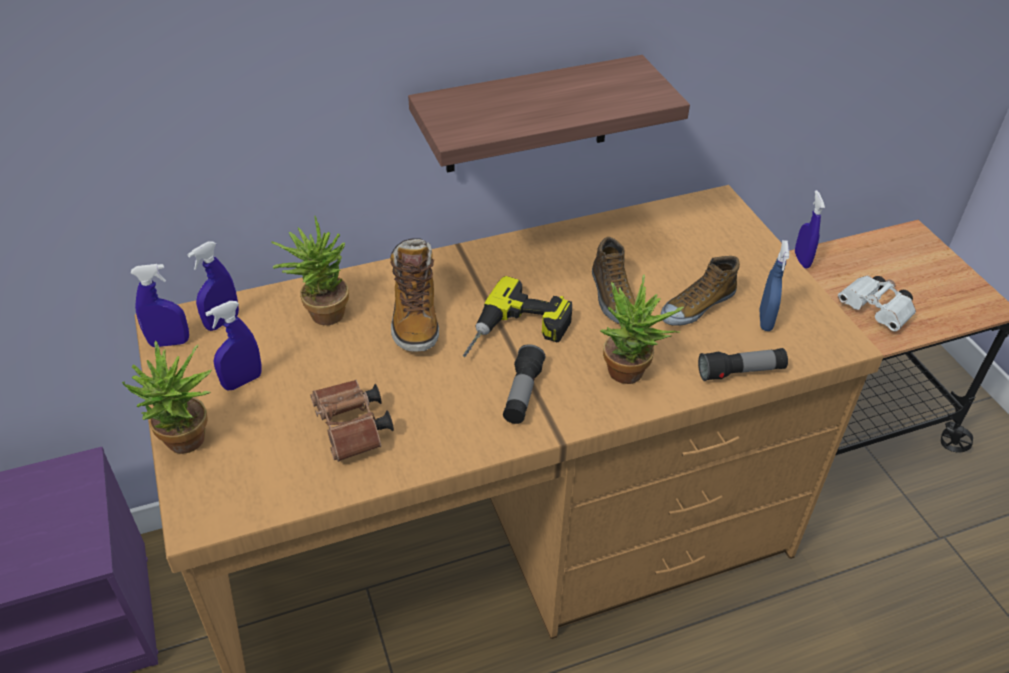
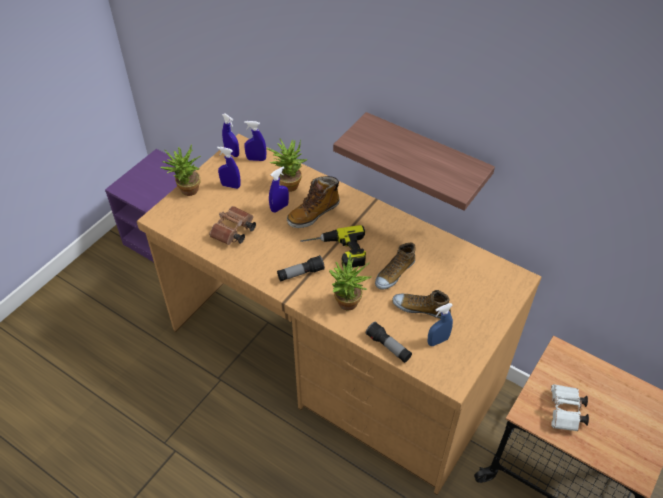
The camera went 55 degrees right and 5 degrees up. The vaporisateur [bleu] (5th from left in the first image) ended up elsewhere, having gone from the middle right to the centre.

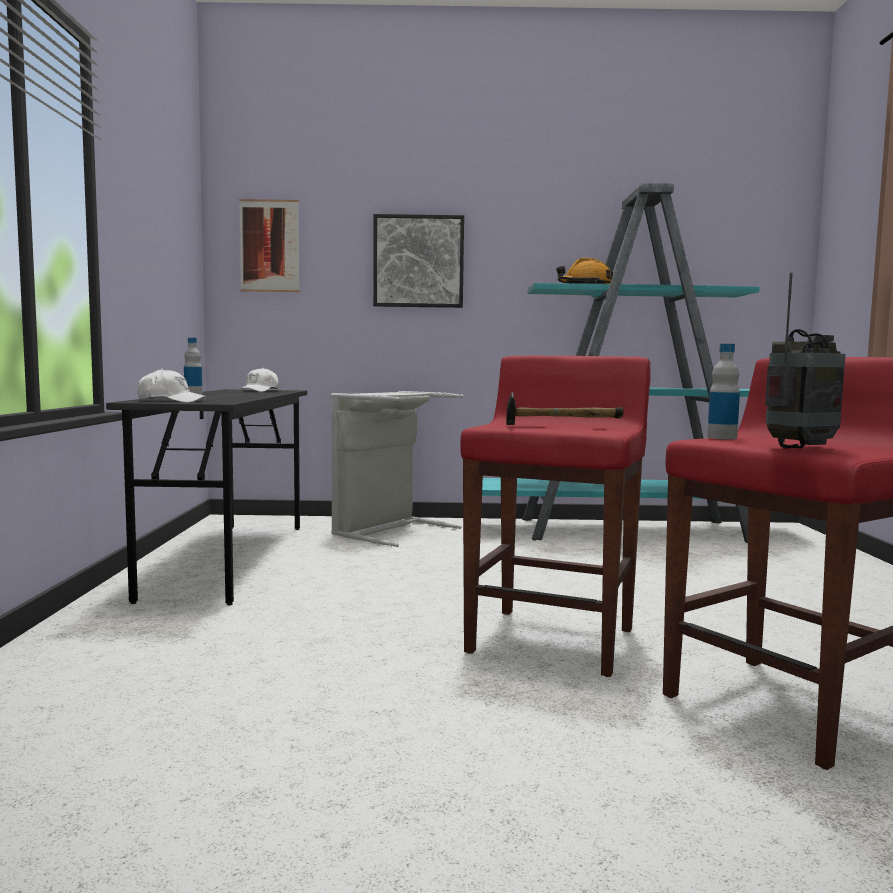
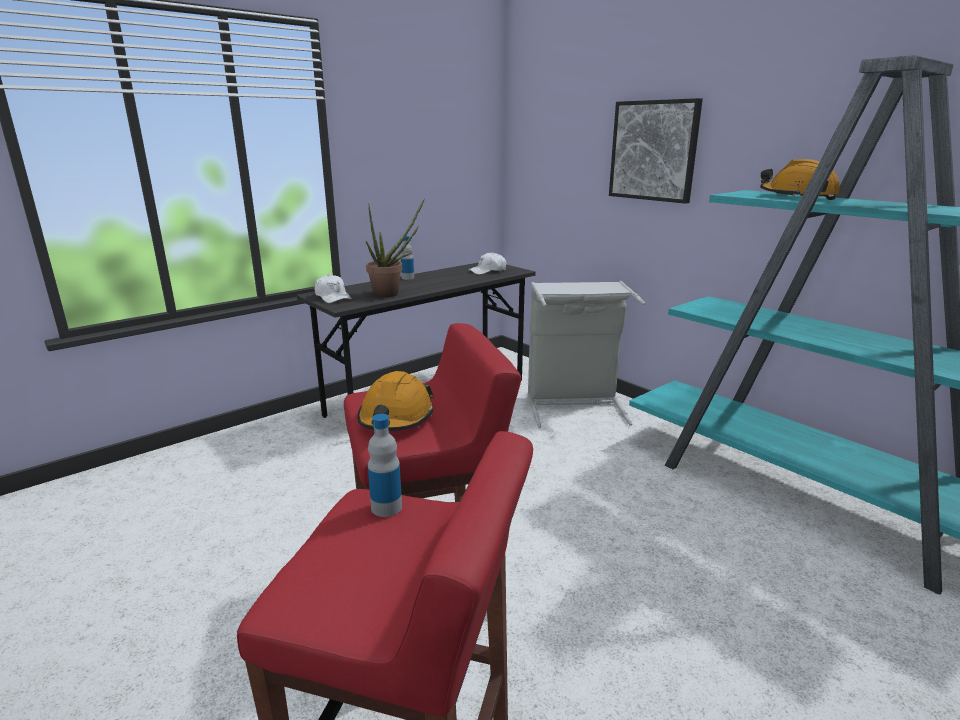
The camera went 50 degrees right and 15 degrees up. Where the marteau stood at the centre, the casque de chantier [orange] (1st from left) came to stand at the centre. The second view gained the plante en pot at the centre. The second view lost the tableau (1st from left) at the top left. The second view lost the radio at the middle right.

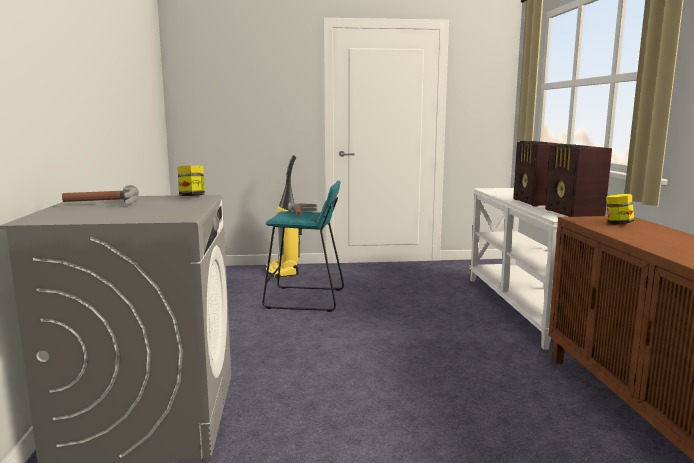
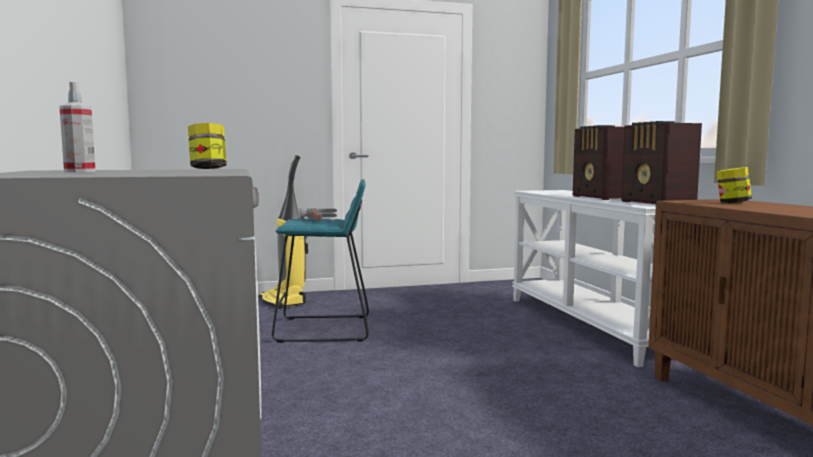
The camera went 10 degrees left and 5 degrees down. Where the marteau (1st from left) stood at the middle left, the vaporisateur came to stand at the top left.

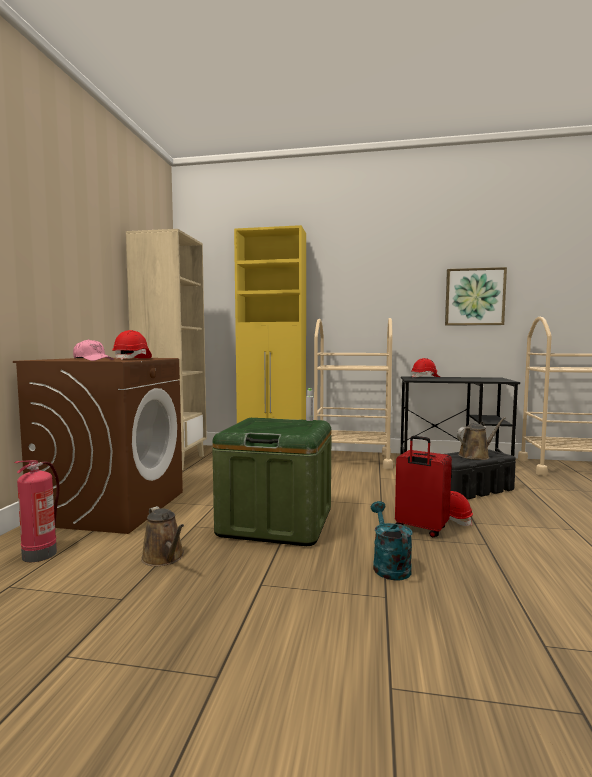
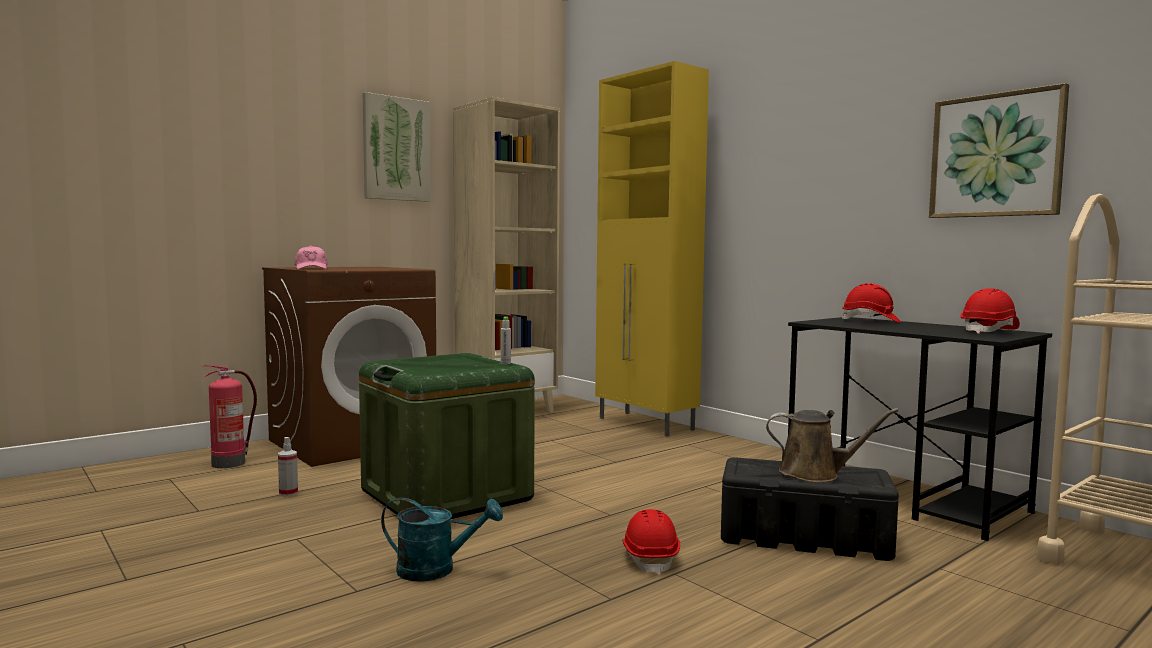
The camera went 40 degrees right and 0 degrees up. Where the arrosoir [marron] (1st from left) stood at the bottom left, the vaporisateur came to stand at the bottom left. The second view gained the tableau (1st from left) at the top centre. The arrosoir [turquoise] at the bottom centre ended up facing another way, 60 degrees clockwise from before. The casque de chantier [rouge] (1st from left in the first image) ended up elsewhere, having gone from the middle left to the middle right. The second view lost the chariot [beige] (1st from left) at the centre. The second view lost the valise [rouge] at the middle right.

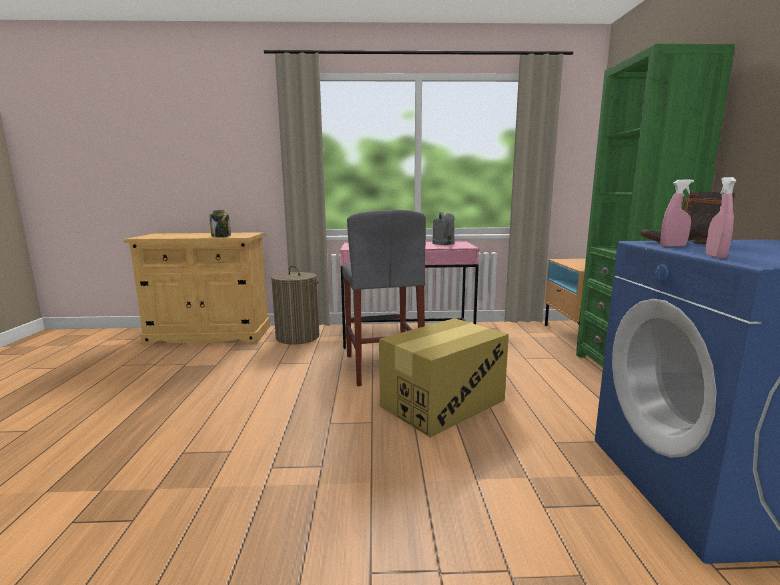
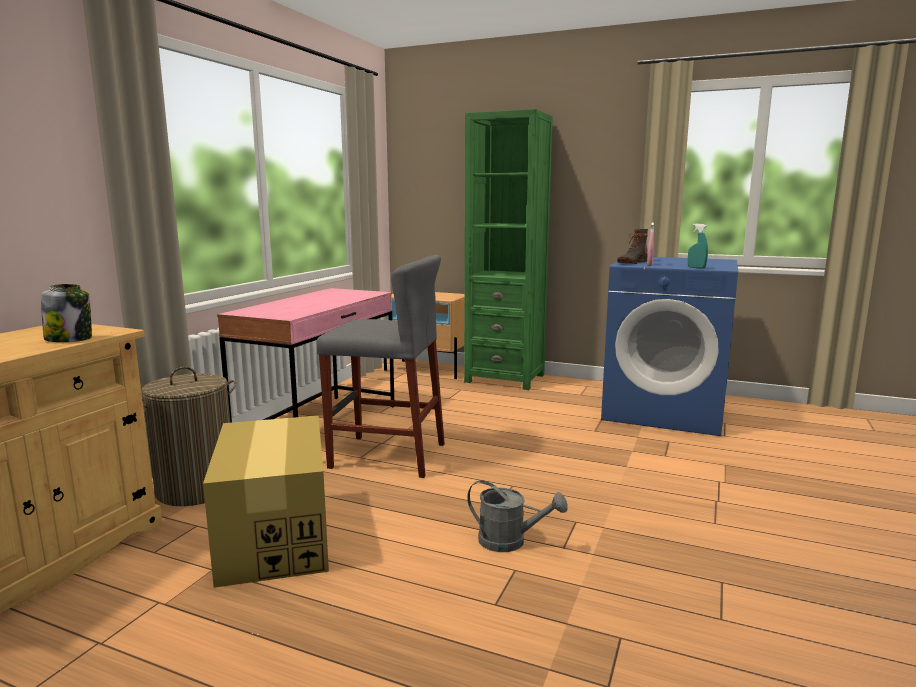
The camera went 65 degrees left and 0 degrees up. The carton ended up elsewhere, having gone from the centre to the bottom left. The arrosoir [gris] ended up elsewhere, having gone from the centre to the bottom centre. What was the vaporisateur [rose] (2nd from left) at the middle right turned into the vaporisateur [turquoise] at the middle right.

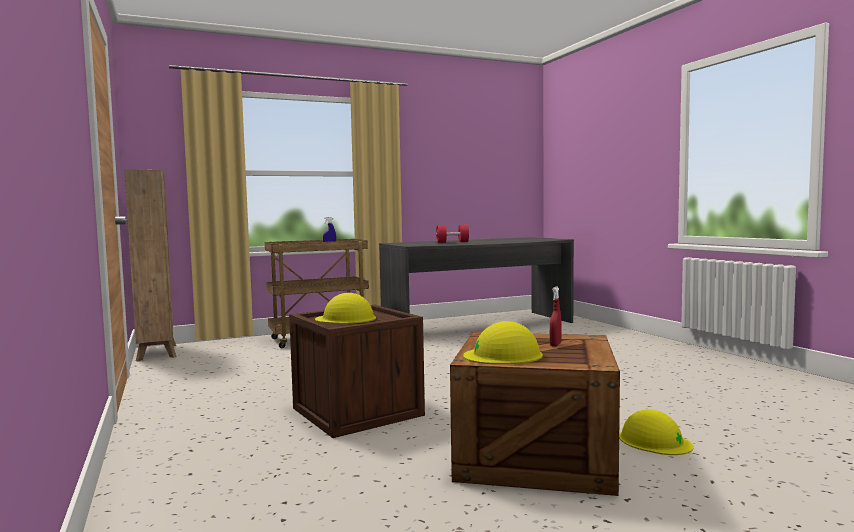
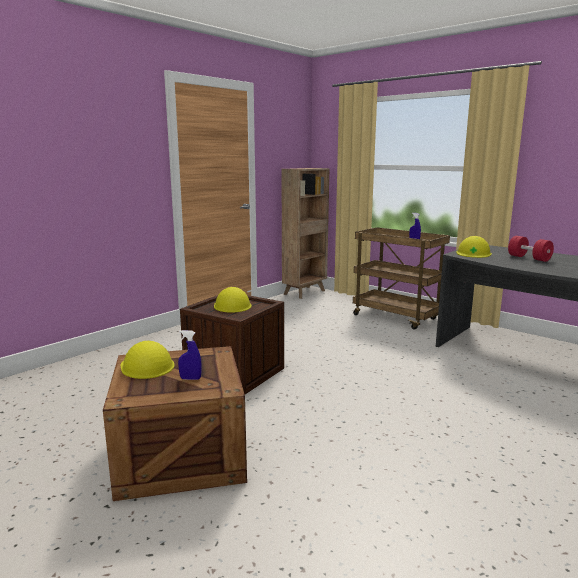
The camera went 65 degrees right and 10 degrees up. What was the vaporisateur [rouge] at the centre turned into the vaporisateur [bleu] (1st from left) at the middle left. The casque de chantier [jaune] (3rd from left) ended up elsewhere, having gone from the bottom right to the middle right.

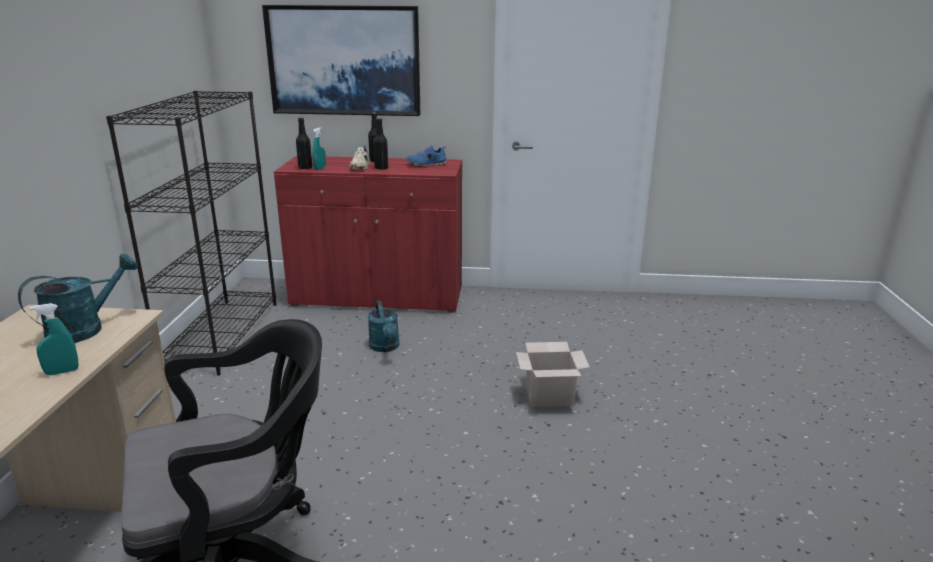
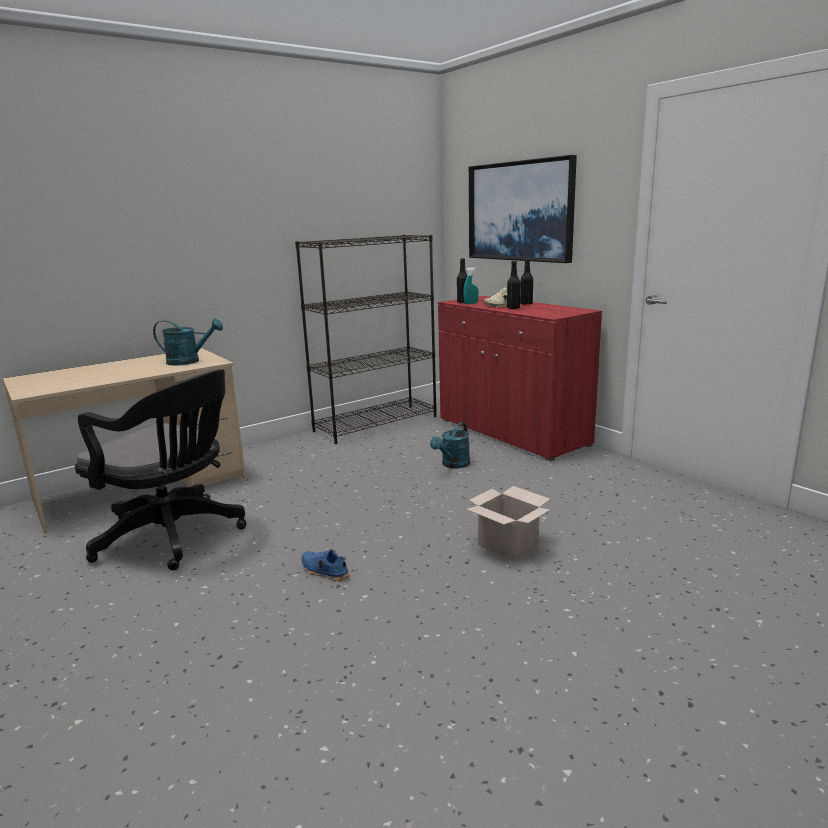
The camera went 50 degrees right and 5 degrees down. The chaussure [bleu] ended up elsewhere, having gone from the top centre to the bottom centre. The second view lost the vaporisateur [turquoise] (1st from left) at the middle left.

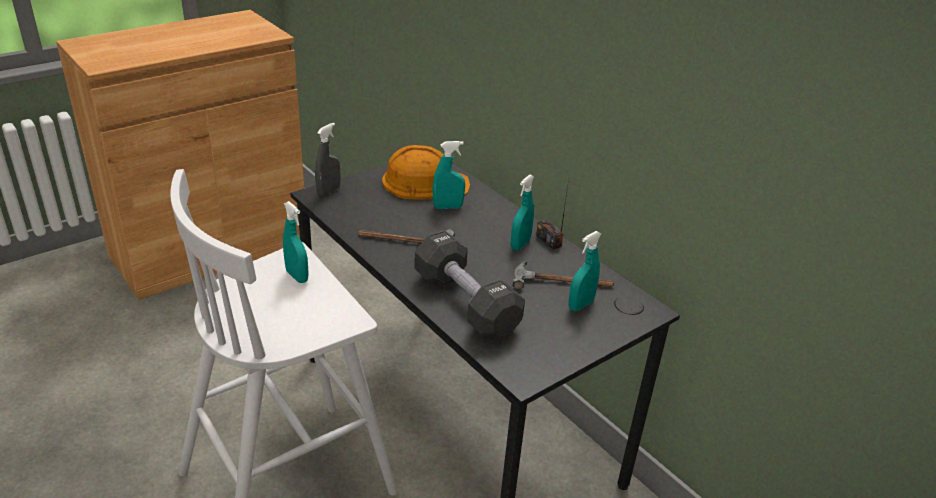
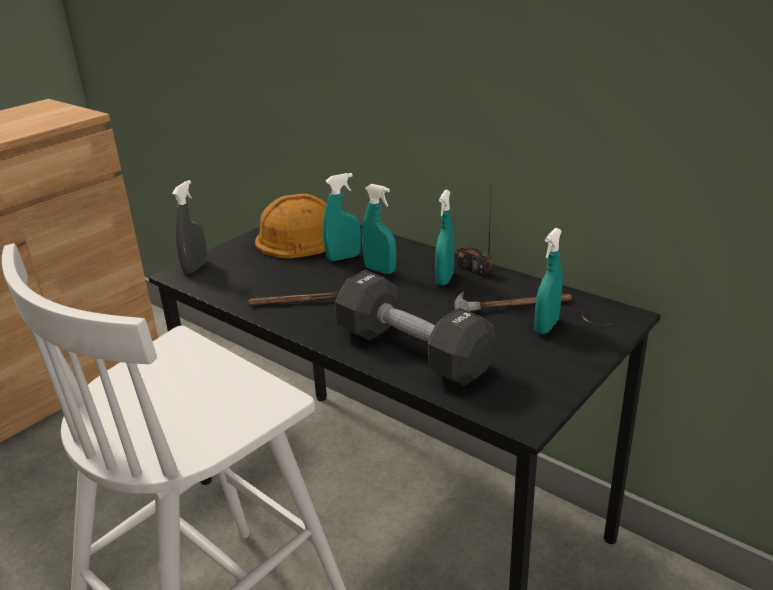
The camera went 10 degrees left and 5 degrees down. The vaporisateur [turquoise] (1st from left in the first image) ended up elsewhere, having gone from the middle left to the centre.

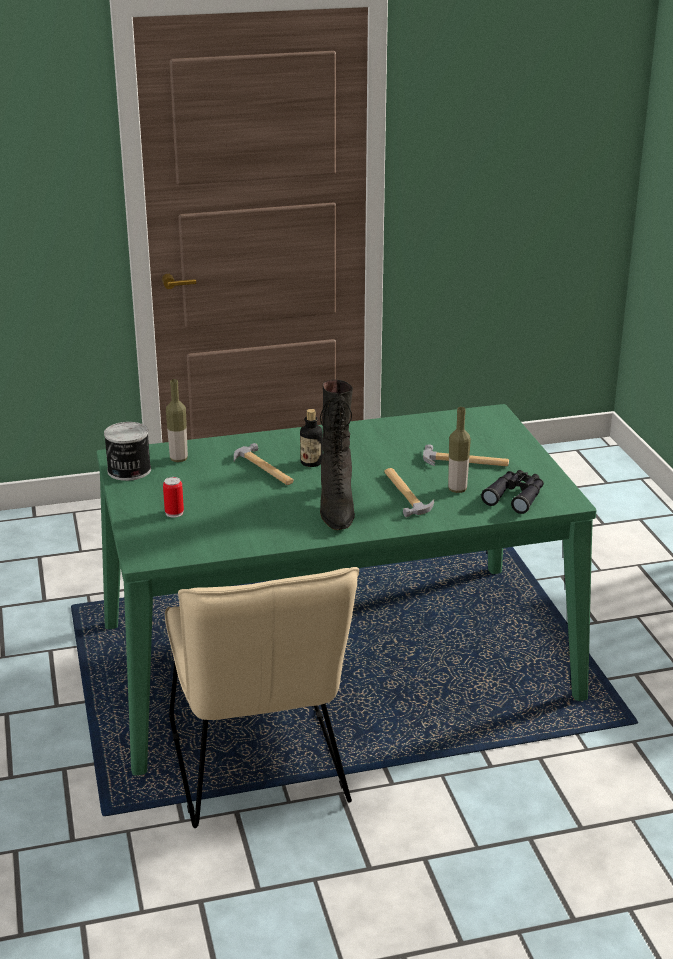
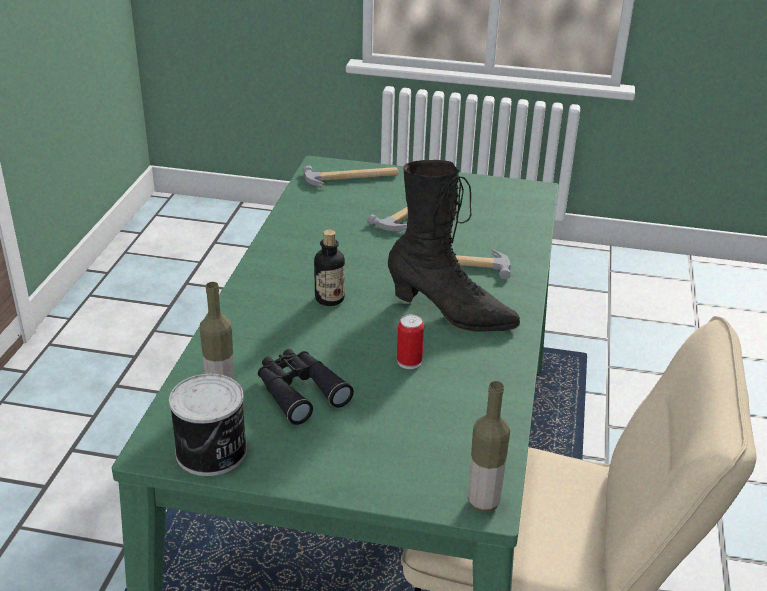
The camera went 65 degrees left and 5 degrees up. The jumelles [noir] ended up elsewhere, having gone from the middle right to the centre. The marteau (1st from left) ended up elsewhere, having gone from the centre to the top centre. The boîte métallique (2nd from left) ended up elsewhere, having gone from the middle left to the centre. The bouteille (3rd from left) ended up elsewhere, having gone from the middle right to the bottom centre.

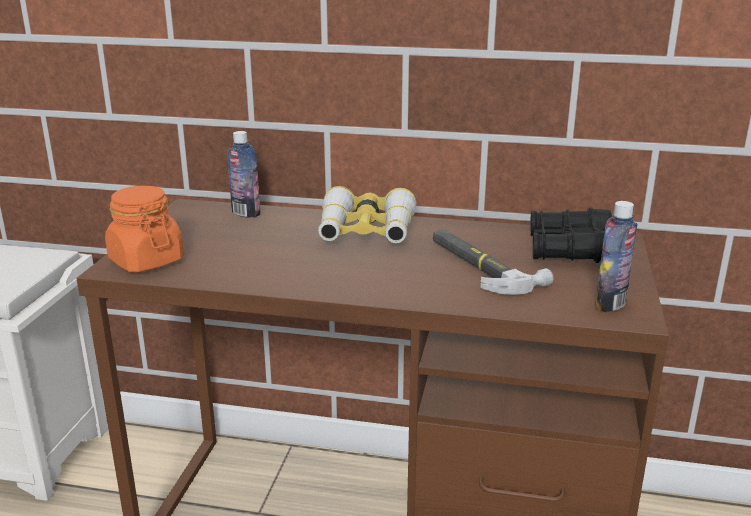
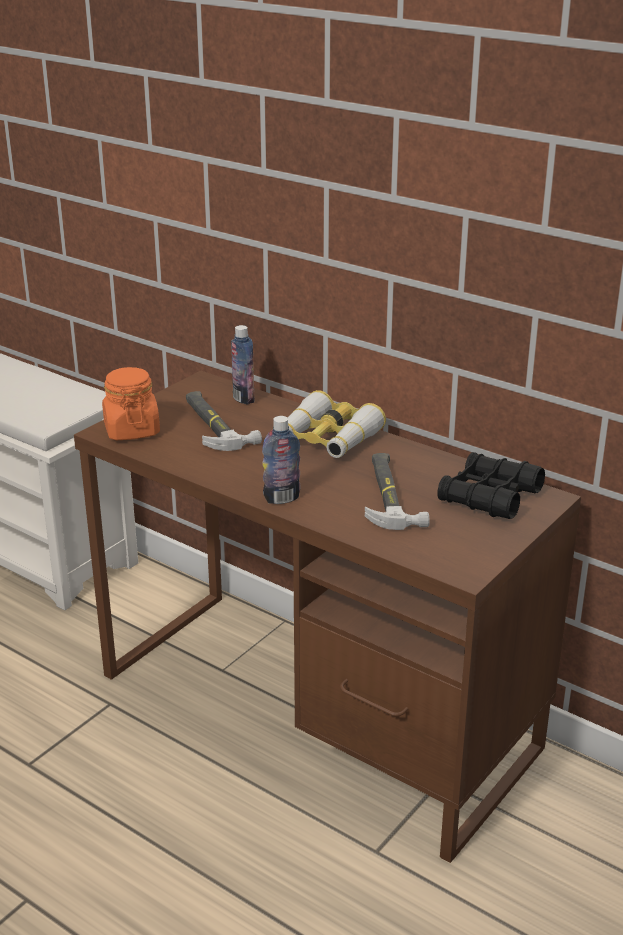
The camera went 25 degrees right and 5 degrees up. The second view gained the marteau (1st from left) at the centre. The bouteille (2nd from left) ended up elsewhere, having gone from the middle right to the centre.

